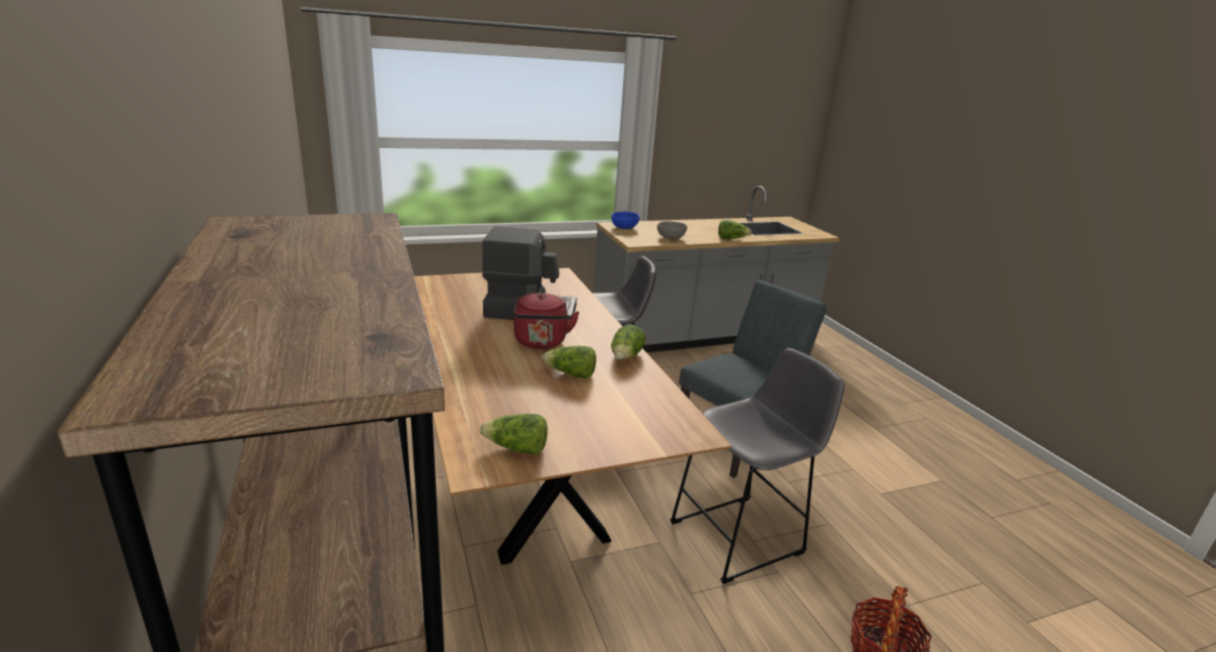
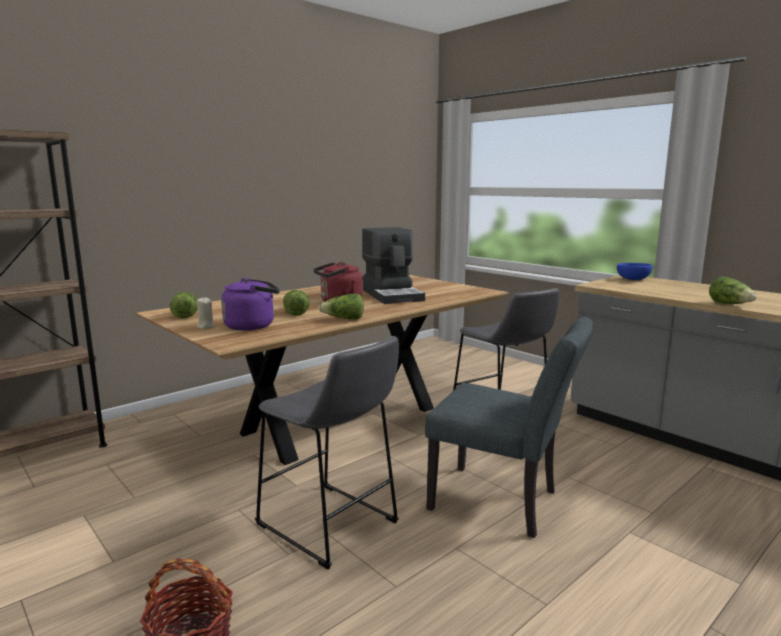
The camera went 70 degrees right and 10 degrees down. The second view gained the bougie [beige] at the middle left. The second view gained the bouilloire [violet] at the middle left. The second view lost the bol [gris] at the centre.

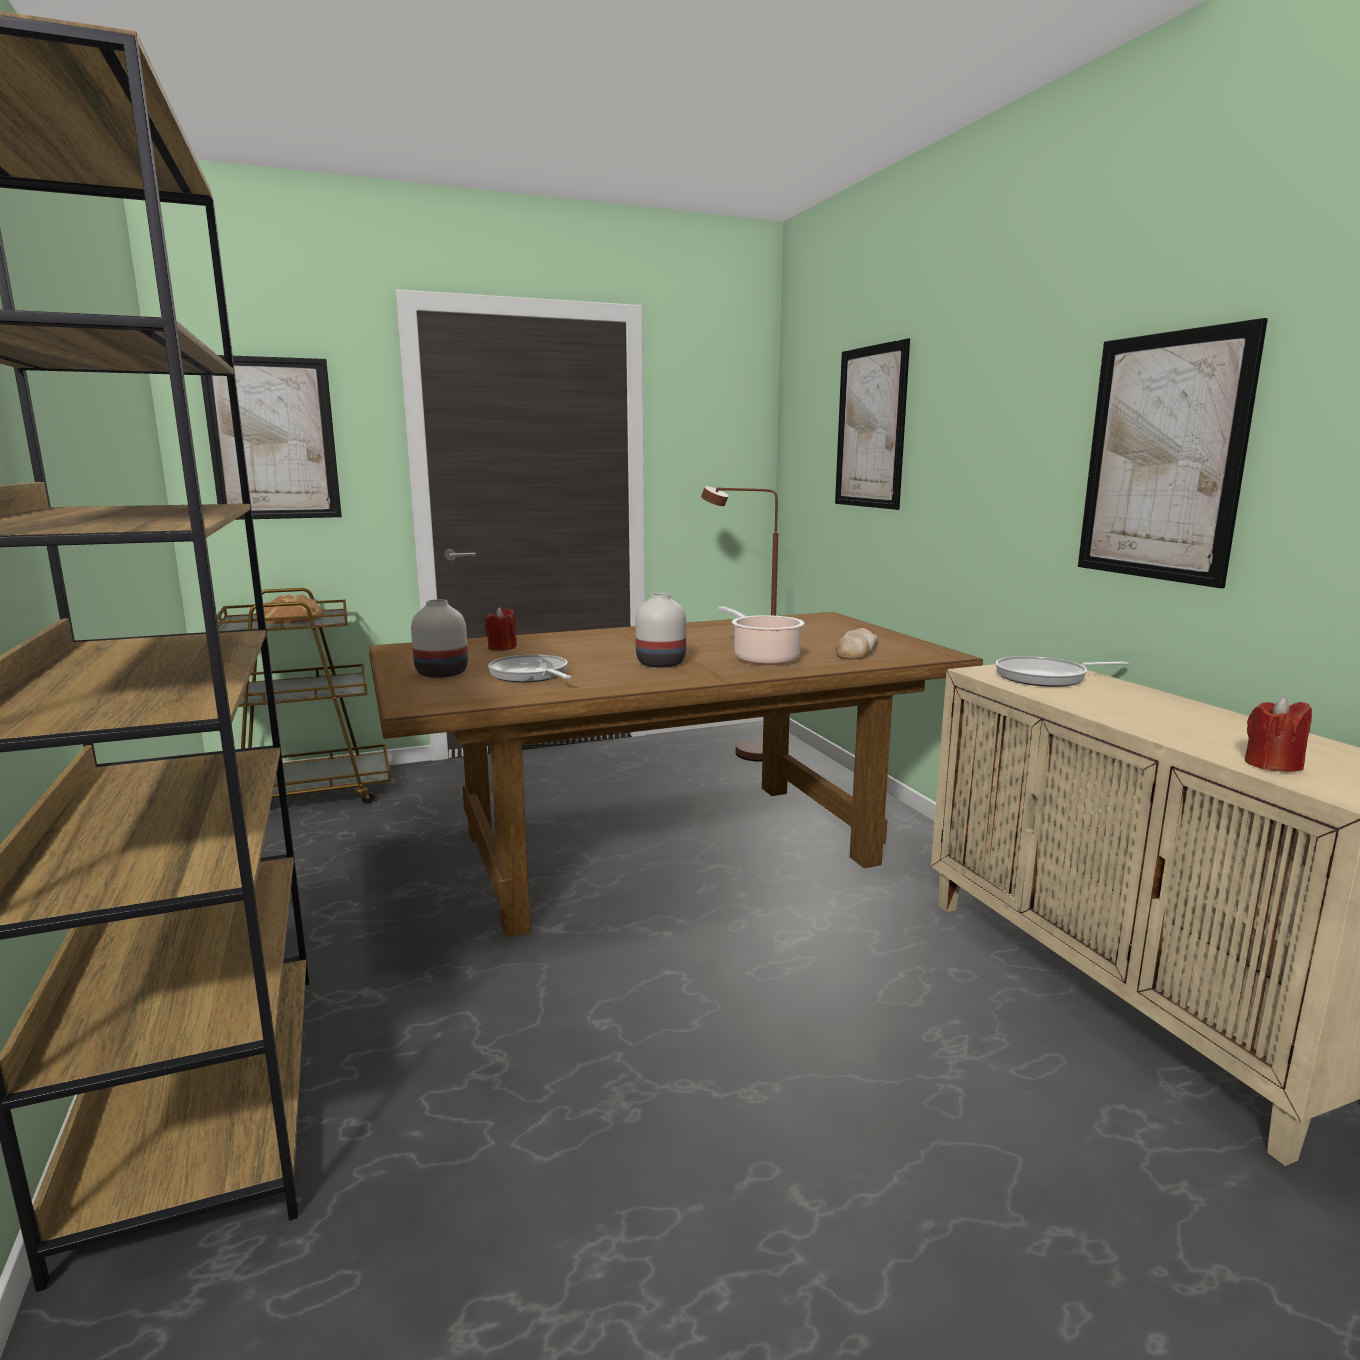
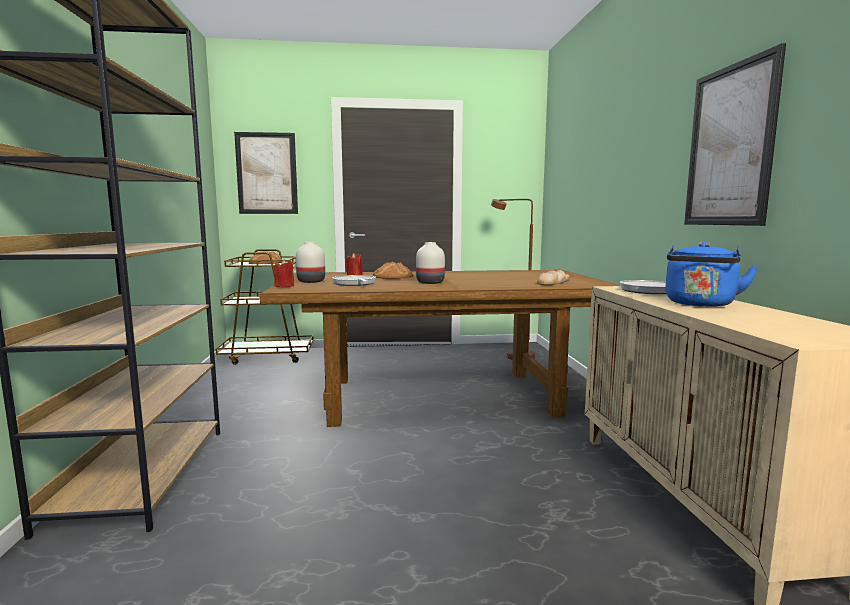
The camera went 15 degrees right and 5 degrees down. The bougie [rouge] (2nd from left in the first image) ended up elsewhere, having gone from the middle right to the centre. The second view gained the pain (2nd from left) at the centre. The second view gained the bouilloire [bleu] at the middle right. The second view lost the marmite at the centre. The second view lost the tableau (2nd from left) at the top centre.

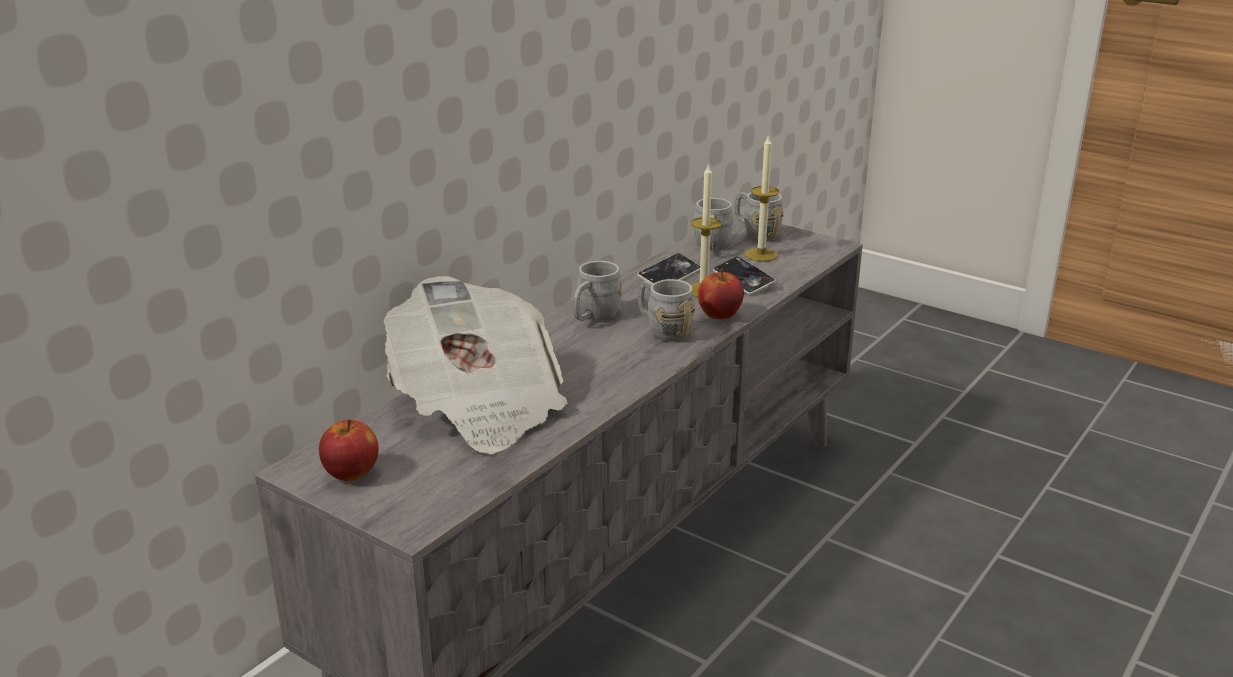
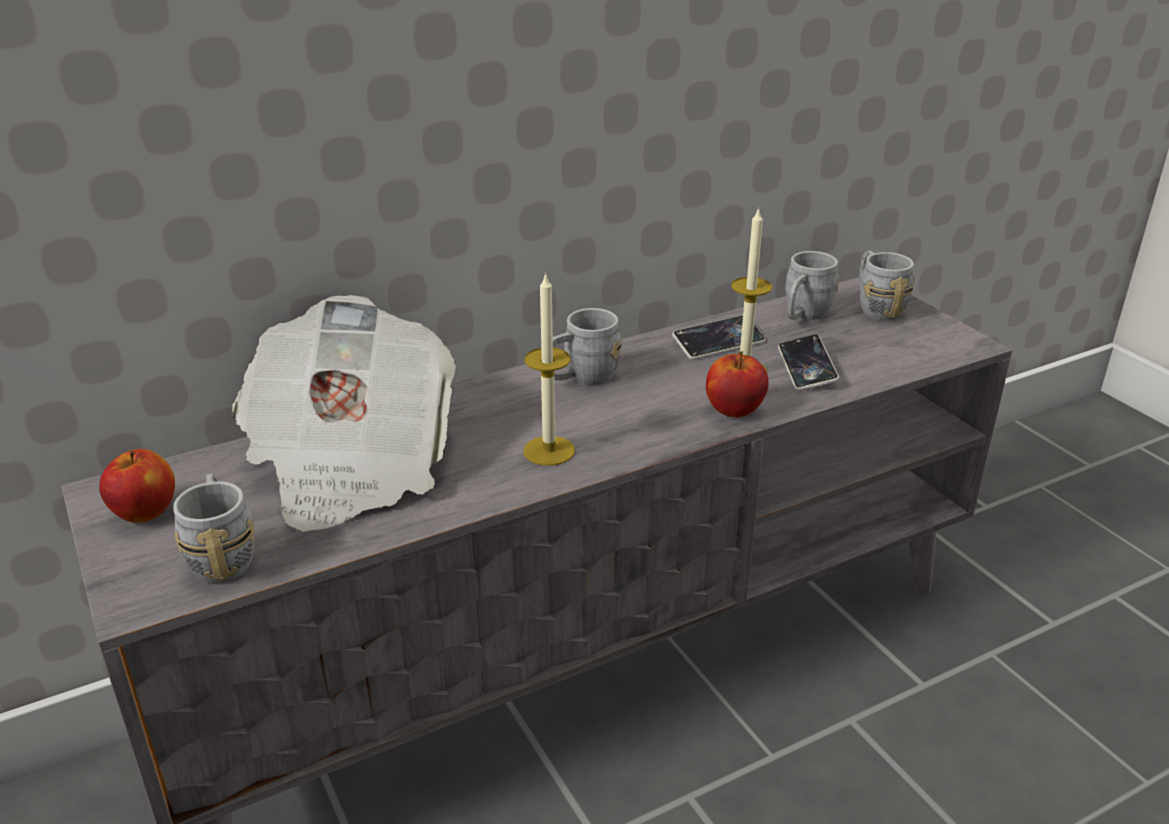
The camera went 25 degrees right and 5 degrees up. The mug [gris] (2nd from left in the first image) ended up elsewhere, having gone from the centre to the middle left. The bougie (2nd from left in the first image) ended up elsewhere, having gone from the top centre to the centre.

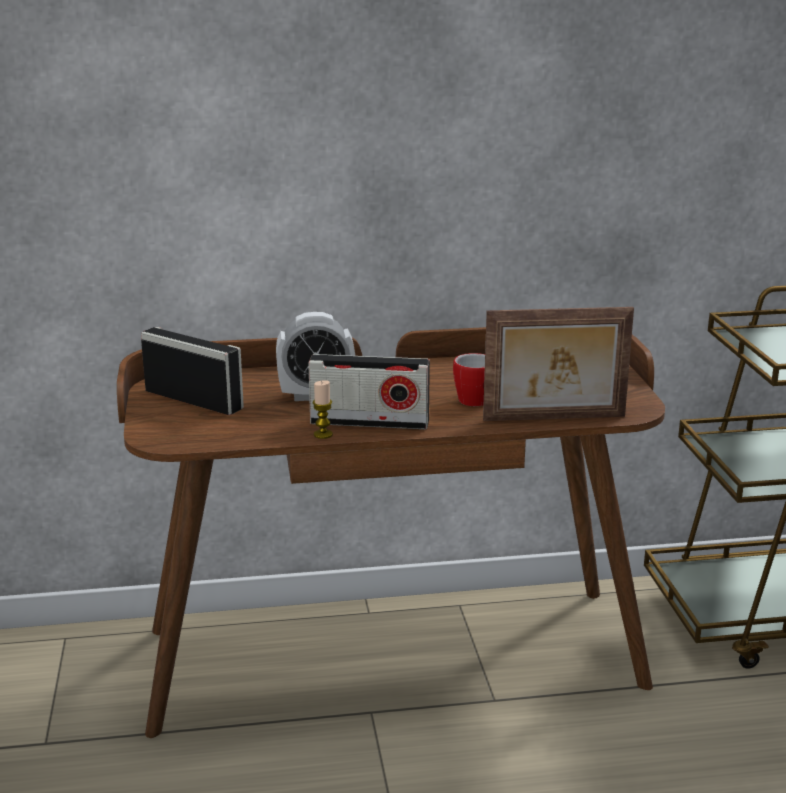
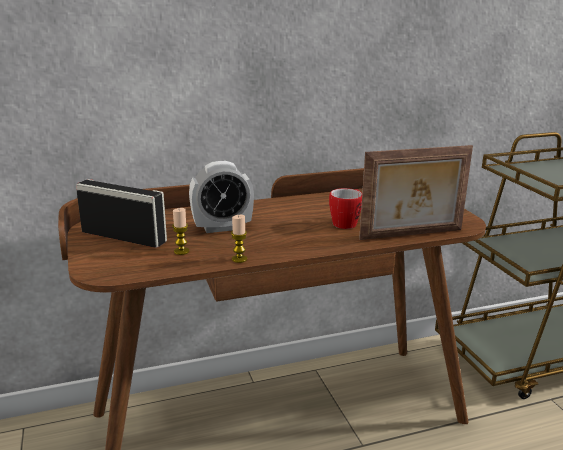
The camera went 10 degrees left and 0 degrees up. The second view gained the bougie (1st from left) at the middle left. The second view lost the radio (2nd from left) at the centre.

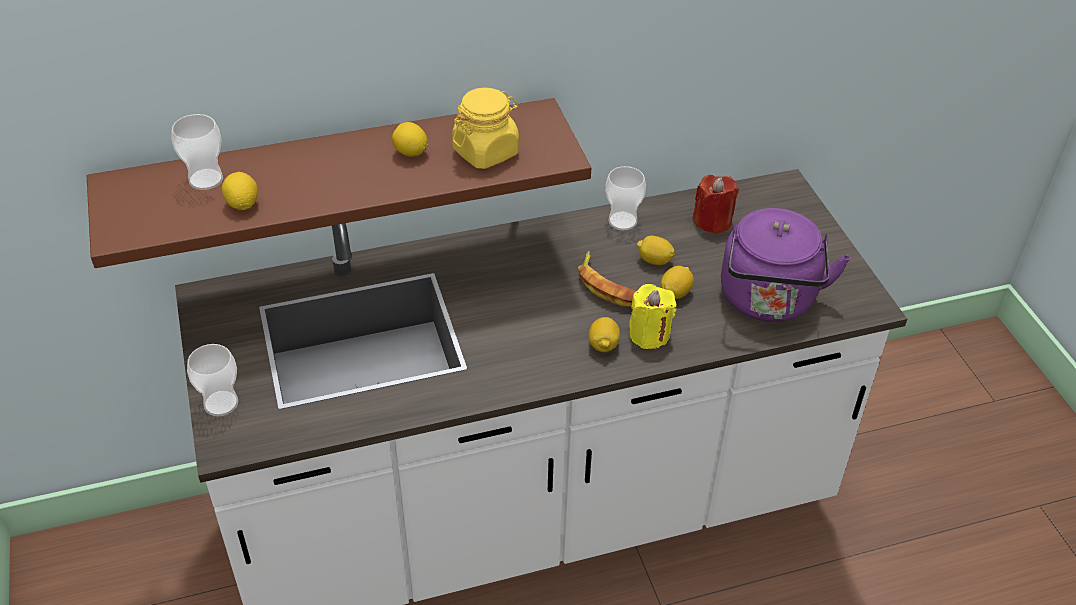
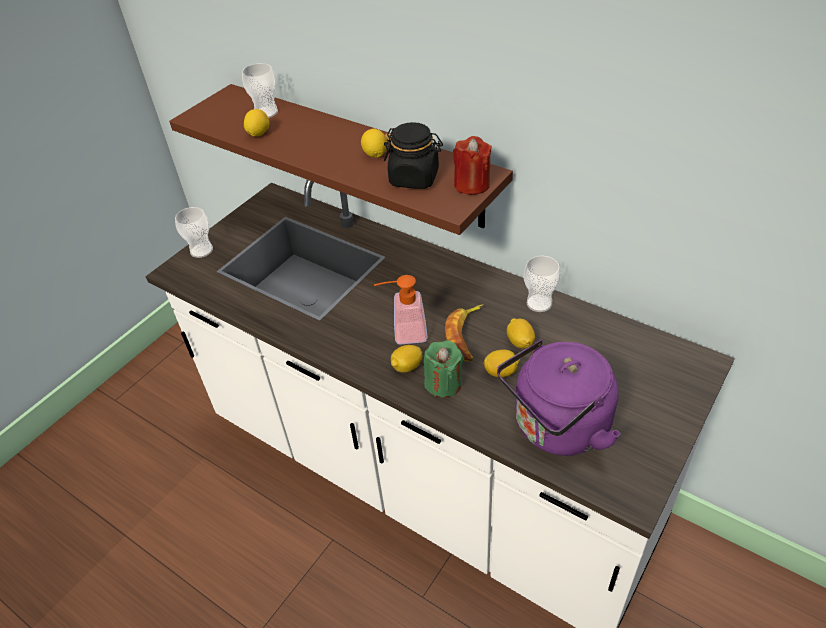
The camera went 55 degrees right and 0 degrees up. The second view gained the distributeur de savon at the centre. What was the bocal [jaune] at the top centre turned into the bocal [noir] at the top centre. What was the bougie [jaune] at the centre turned into the bougie [vert] at the centre. The bougie [rouge] ended up elsewhere, having gone from the centre to the top centre.

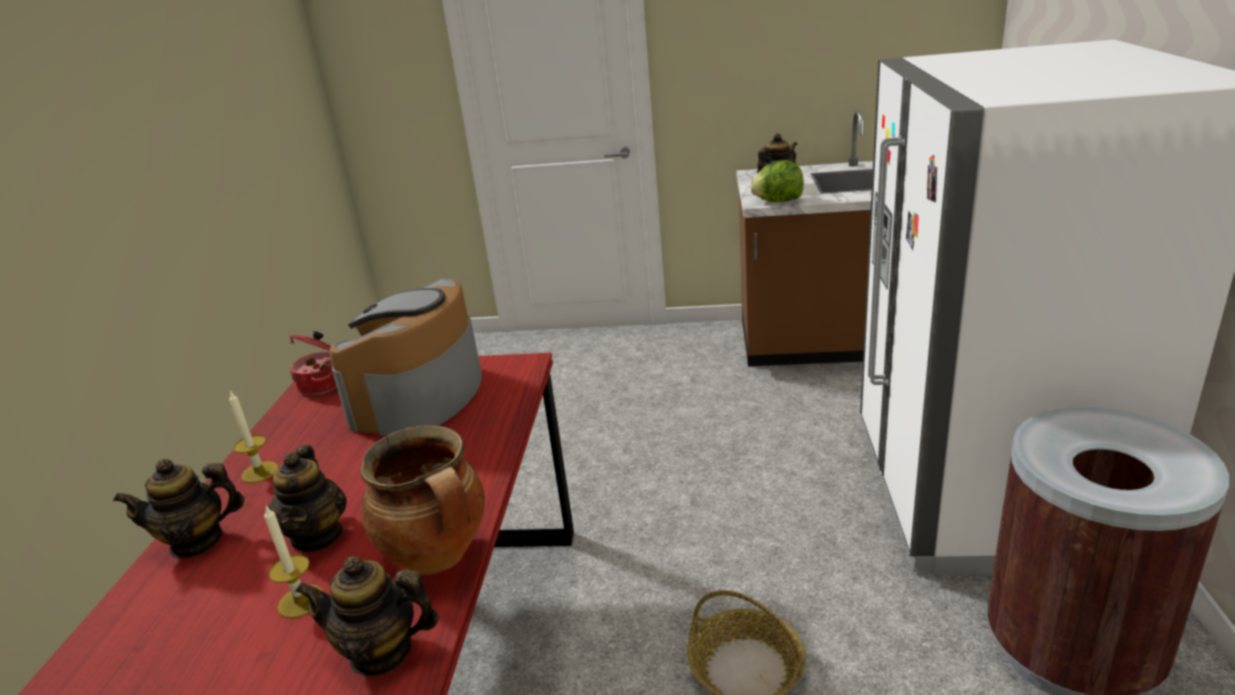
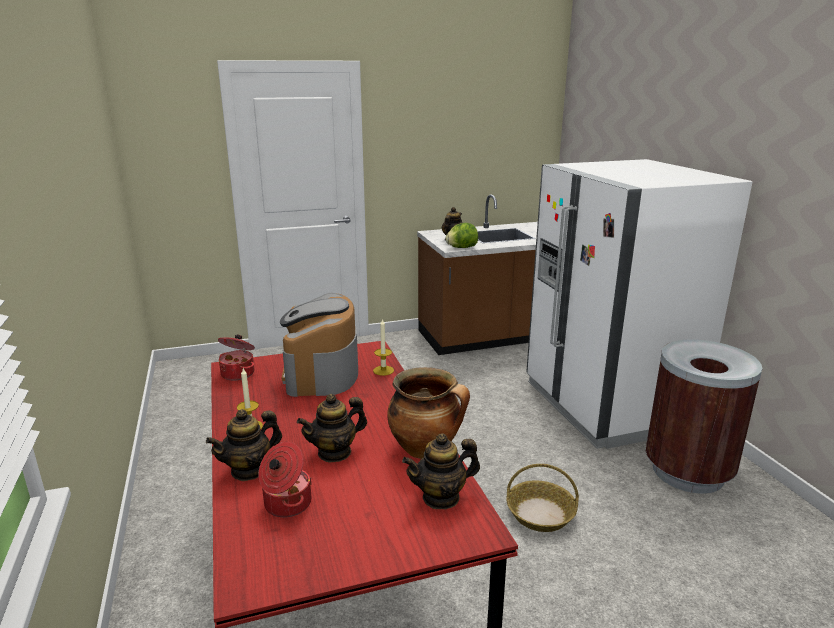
The camera went 25 degrees left and 5 degrees down. The second view gained the marmite (2nd from left) at the bottom centre. The théière (2nd from left) at the bottom left ended up facing another way, 90 degrees clockwise from before. The bougie (2nd from left) ended up elsewhere, having gone from the bottom left to the centre.

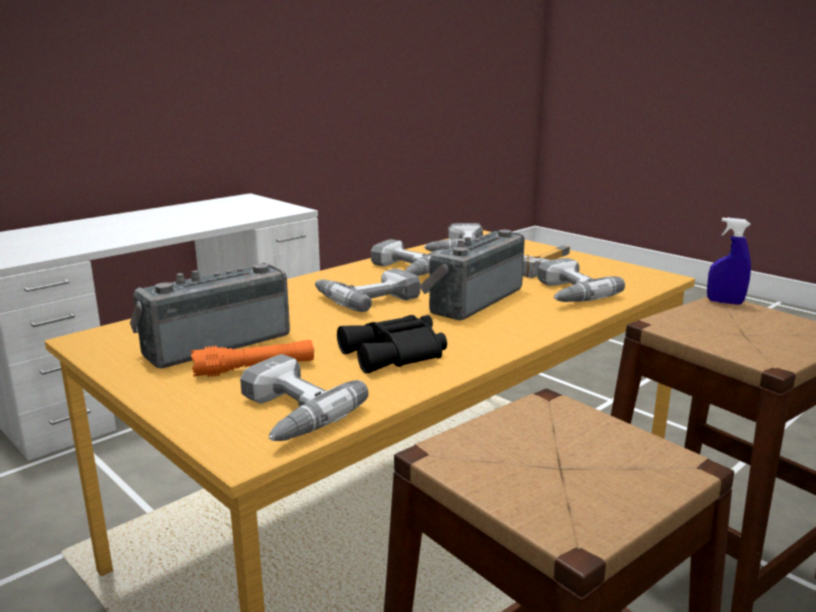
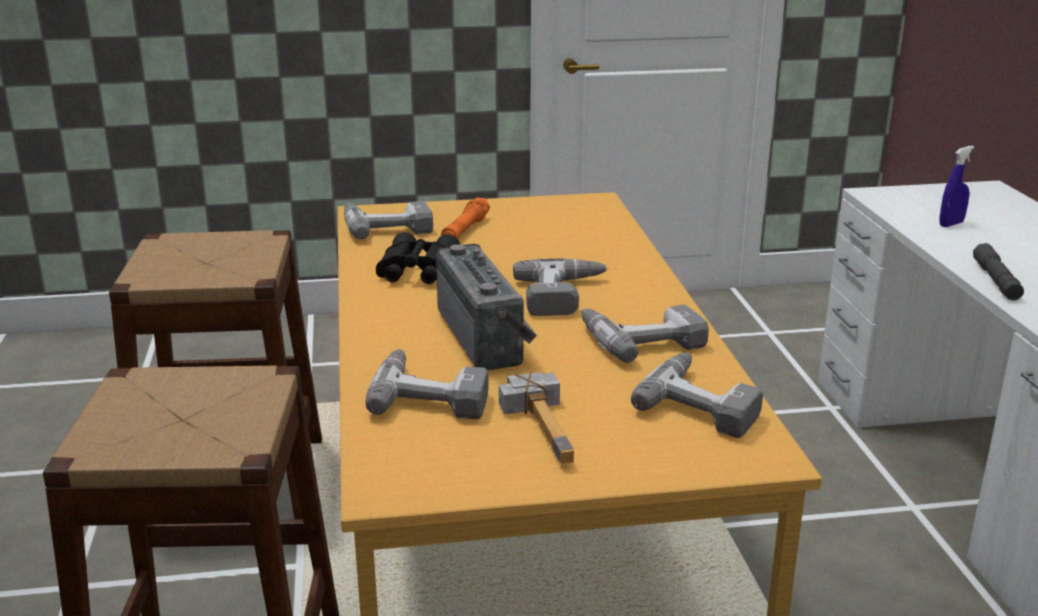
The camera went 125 degrees right and 5 degrees up. The vaporisateur [bleu] ended up elsewhere, having gone from the middle right to the top right. The second view gained the lampe de poche [gris] at the middle right. The second view lost the radio (1st from left) at the middle left.

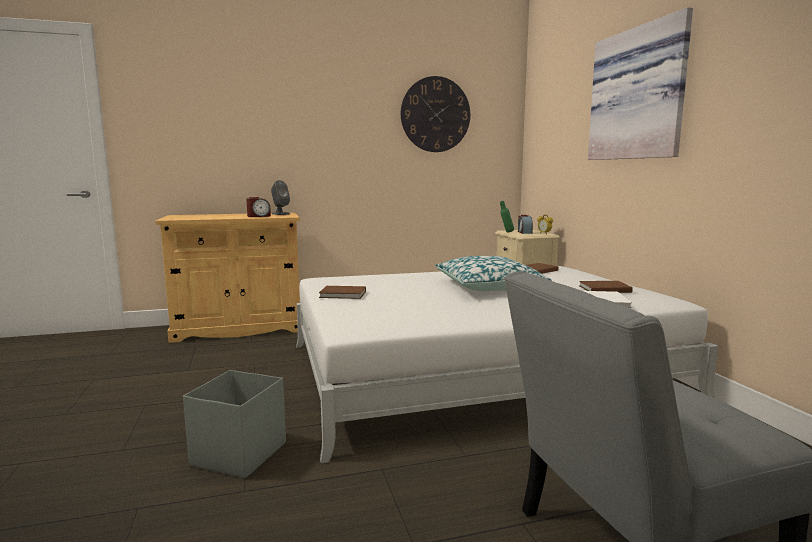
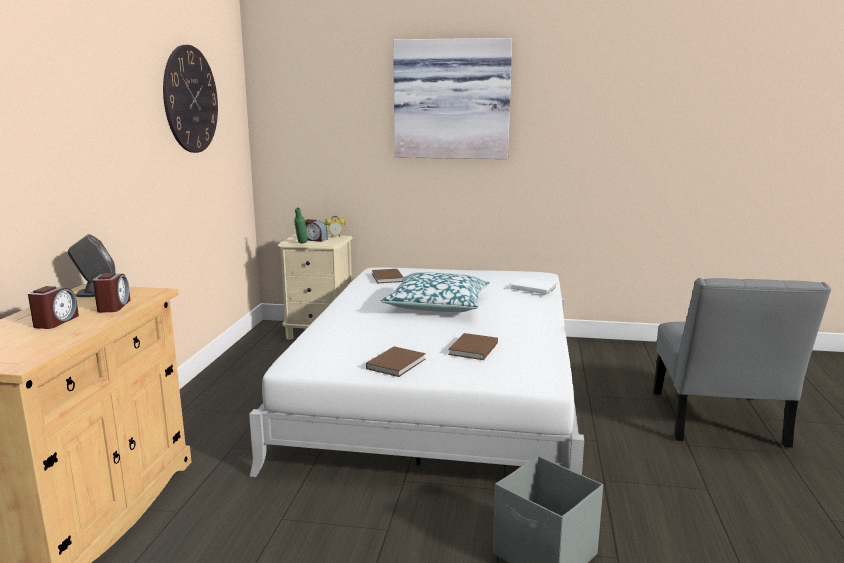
The camera went 65 degrees left and 5 degrees up. The second view gained the réveil (1st from left) at the middle left. The livre [marron] (3rd from left) ended up elsewhere, having gone from the middle right to the centre.

